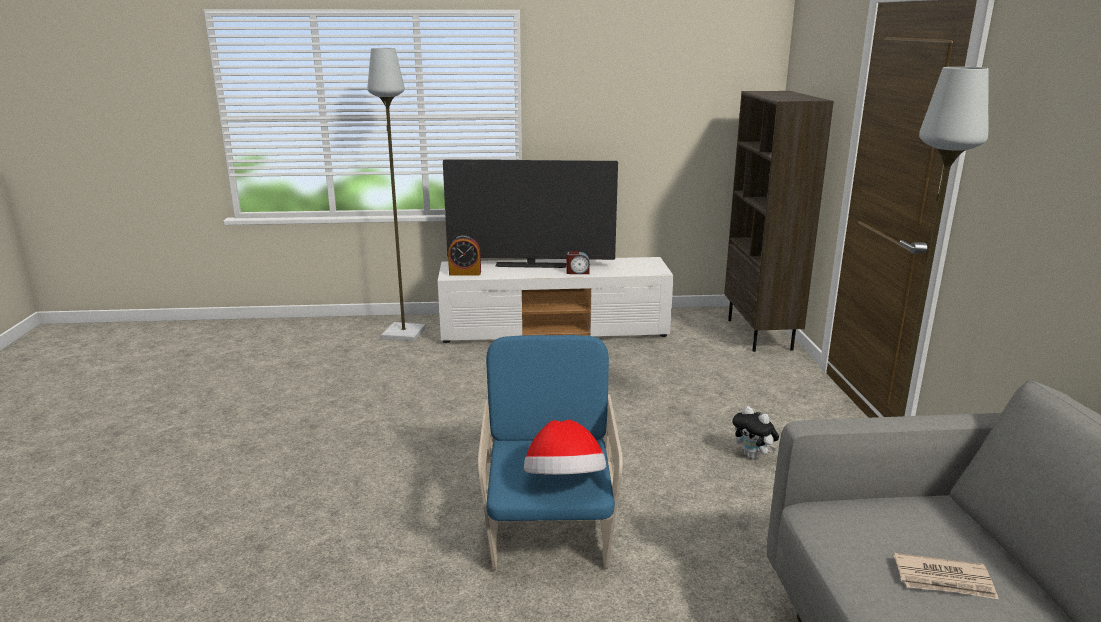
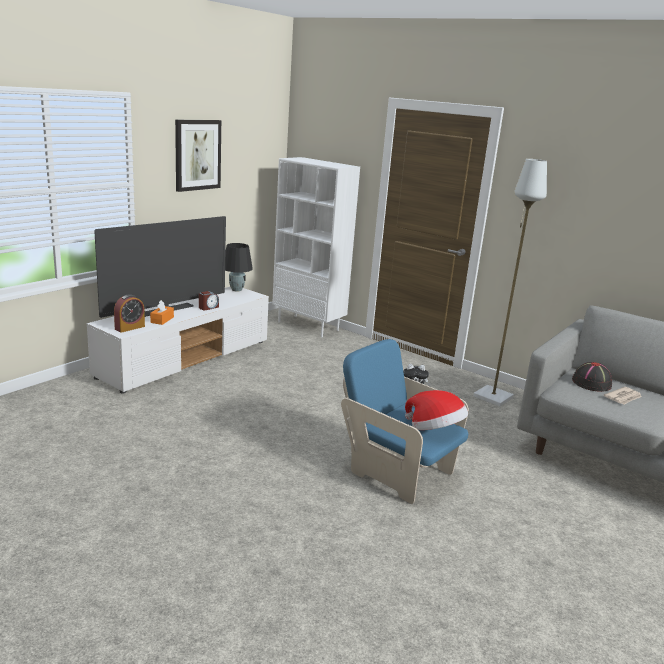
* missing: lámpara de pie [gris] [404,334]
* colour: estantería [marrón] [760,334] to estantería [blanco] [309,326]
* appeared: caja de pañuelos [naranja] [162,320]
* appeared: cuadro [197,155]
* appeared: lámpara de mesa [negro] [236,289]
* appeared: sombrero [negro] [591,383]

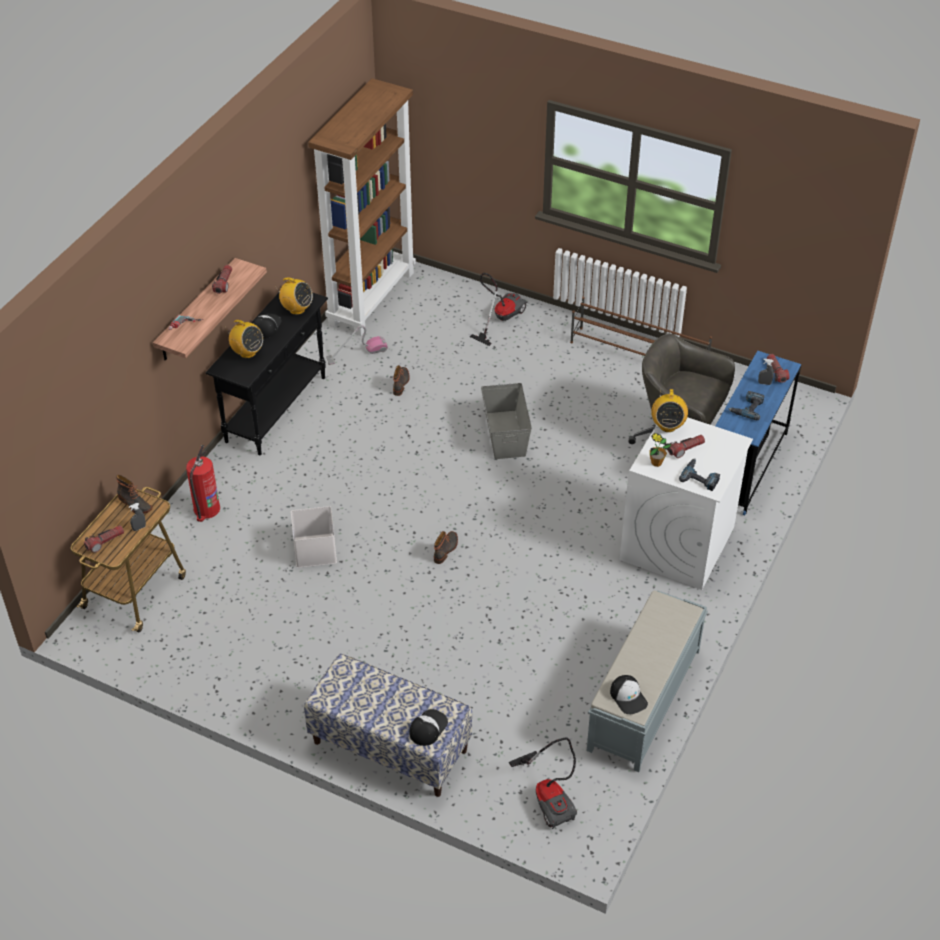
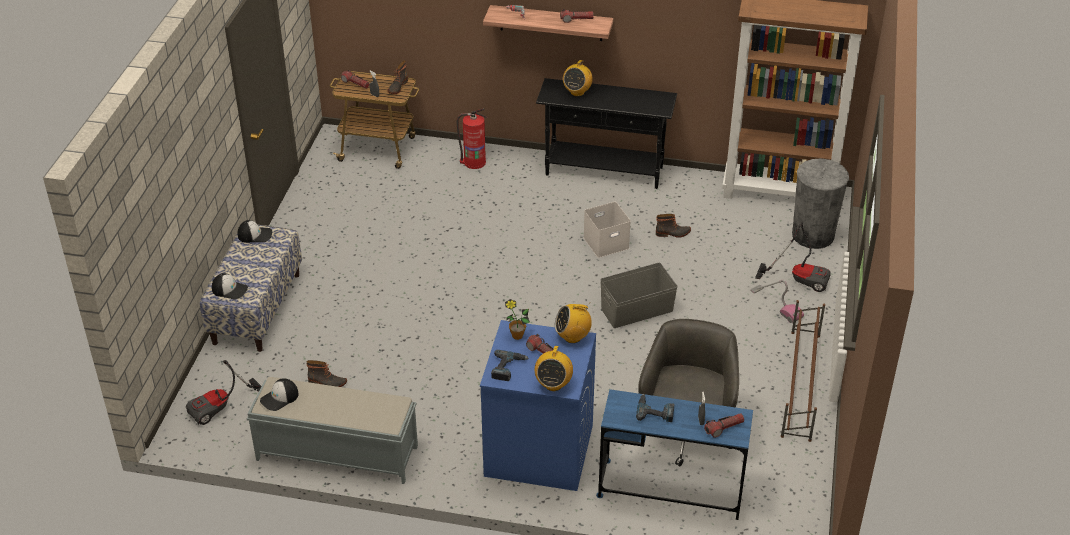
* relocated: gorra [266,326] to [255,235]
* relocated: radio [296,309] to [553,384]
* relocated: caja de almacenaje [blanco] [314,549] to [606,242]
* relocated: aspiradora [357,353] to [776,305]
* relocated: bota [446,549] to [327,383]
* colour: lavadora [blanco] [677,544] to lavadora [azul] [538,451]
* appeared: papelera [gris] [813,235]

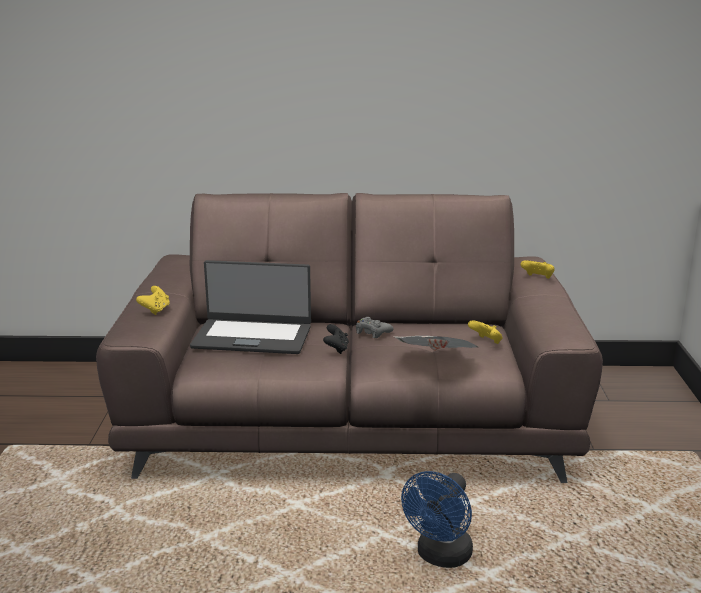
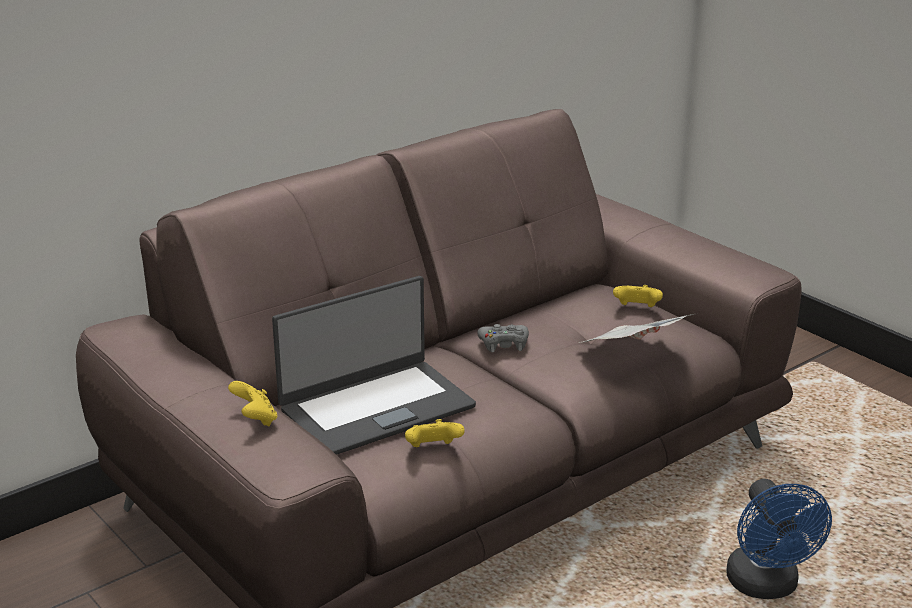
* missing: mando de consola [negro] [336,349]
* relocated: mando de consola [amarillo] [537,278] to [433,449]

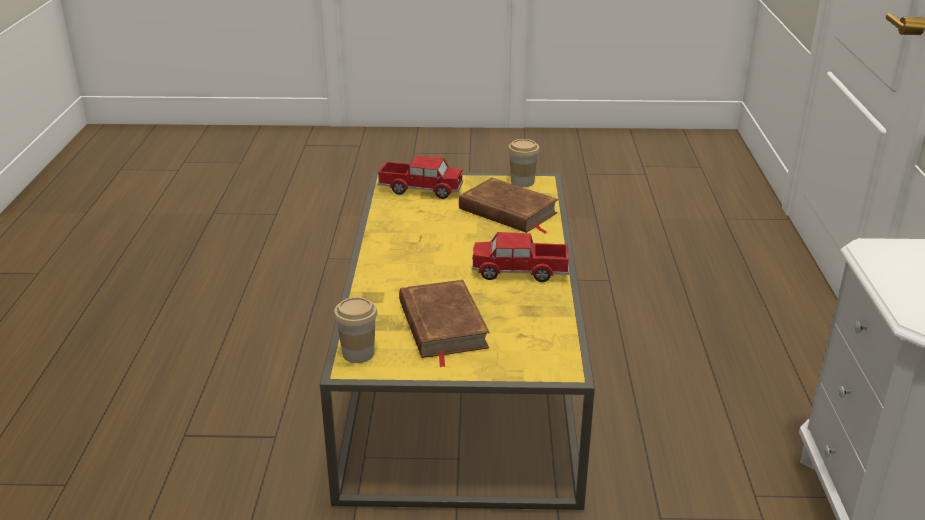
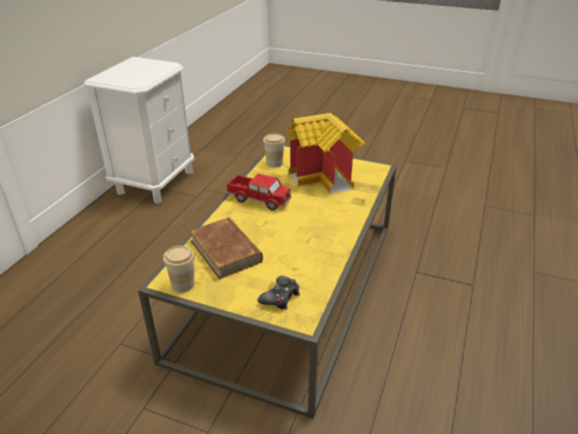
* relocated: taza [358,353] to [274,163]
* exchanged: camión de juguete [421,189] to mando de consola [negro] [280,297]
* exchanged: libro [marrón] [442,325] to casita [325,177]

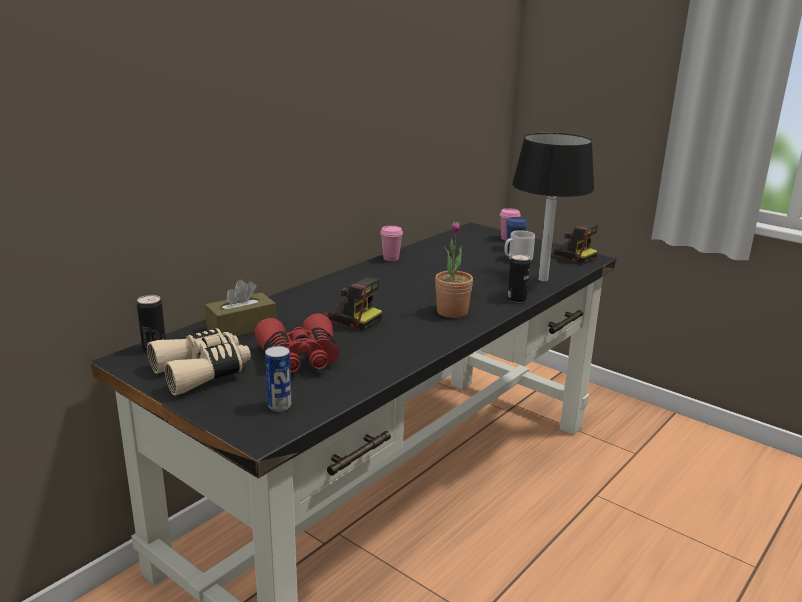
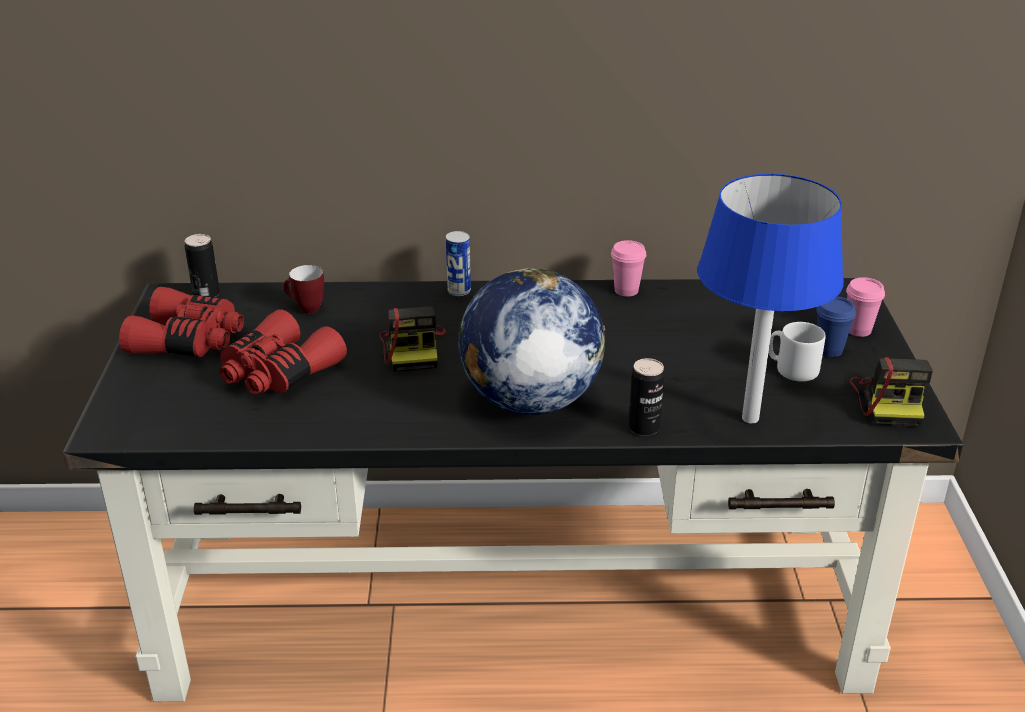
* colour: prismáticos [beis] [202,372] to prismáticos [rojo] [189,341]
* exchanged: caja de pañuelos [marrón] [242,328] to taza grande [305,309]
* relocated: lata [279,406] to [459,291]
* exchanged: planta en maceta [452,312] to globo terráqueo [529,401]
* colour: lámpara de mesa [negro] [543,279] to lámpara de mesa [azul] [750,419]

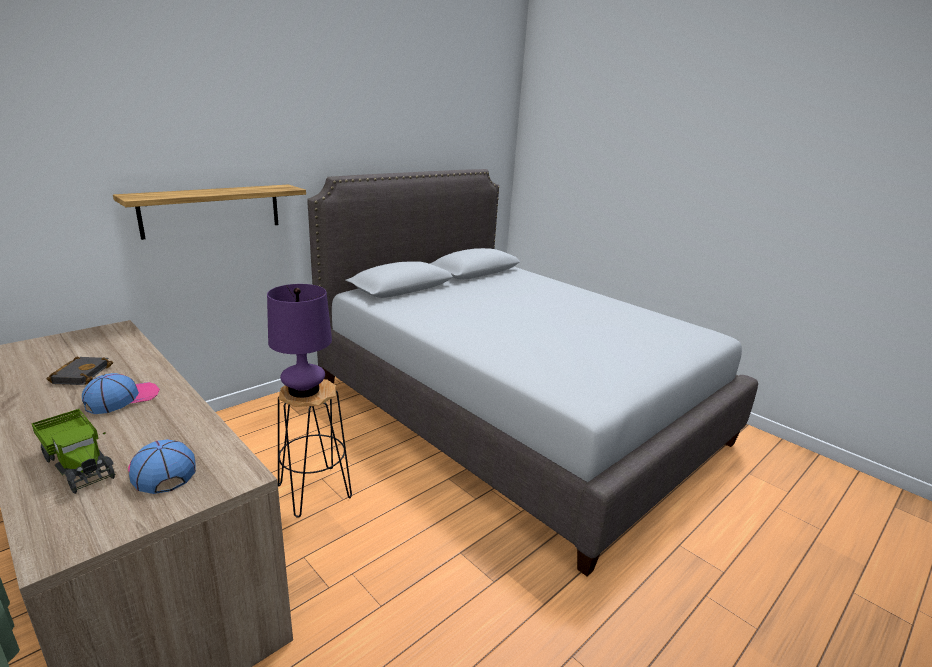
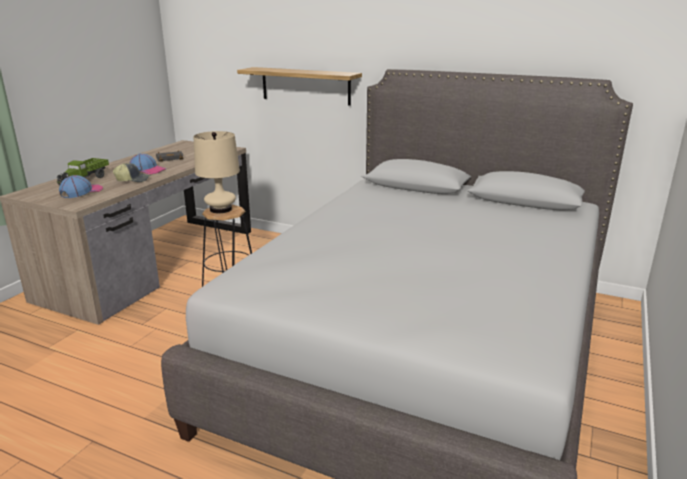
* colour: lámpara de mesa [morado] [304,390] to lámpara de mesa [beis] [220,209]
* appeared: gorra [133,180]

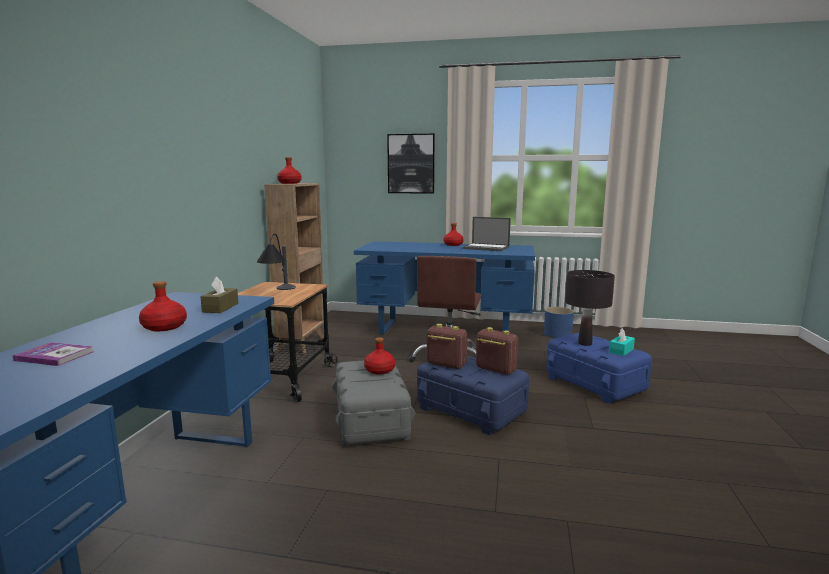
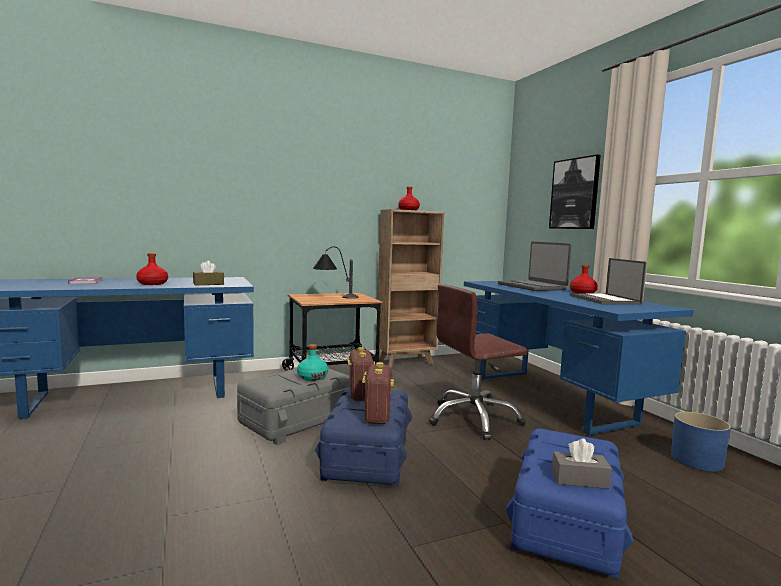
* colour: botella [rojo] [379,370] to botella [turquesa] [312,377]
* missing: lámpara de mesa [negro] [584,343]
* colour: caja de pañuelos [turquesa] [621,351] to caja de pañuelos [gris] [579,479]
* appeared: portátil [532,287]

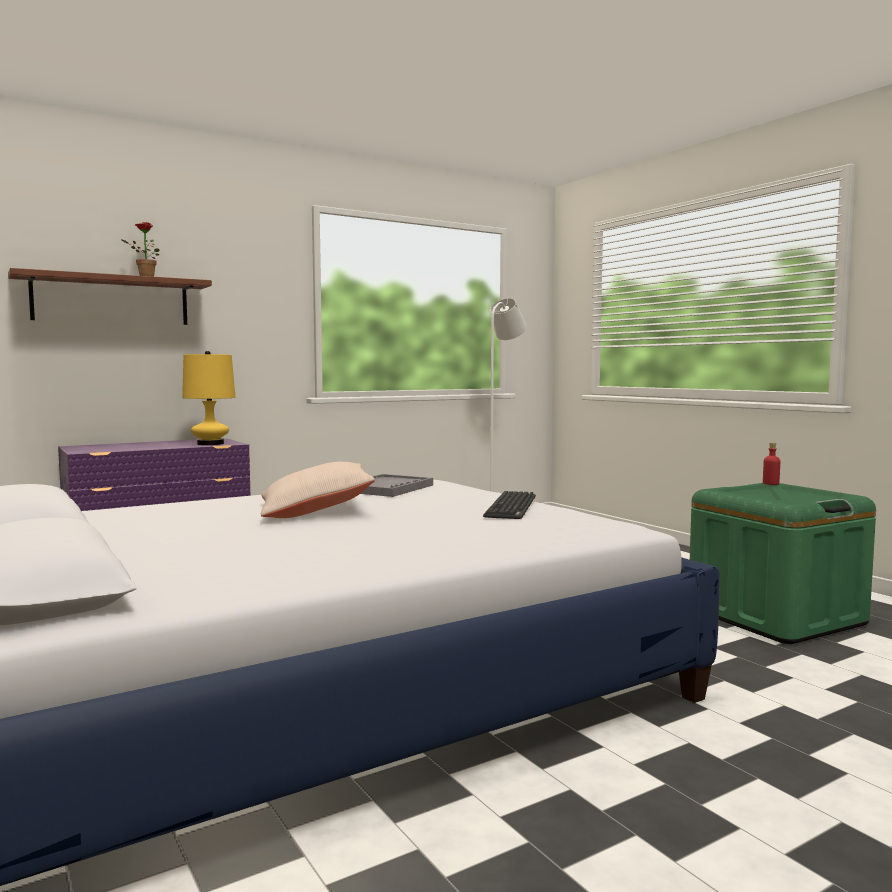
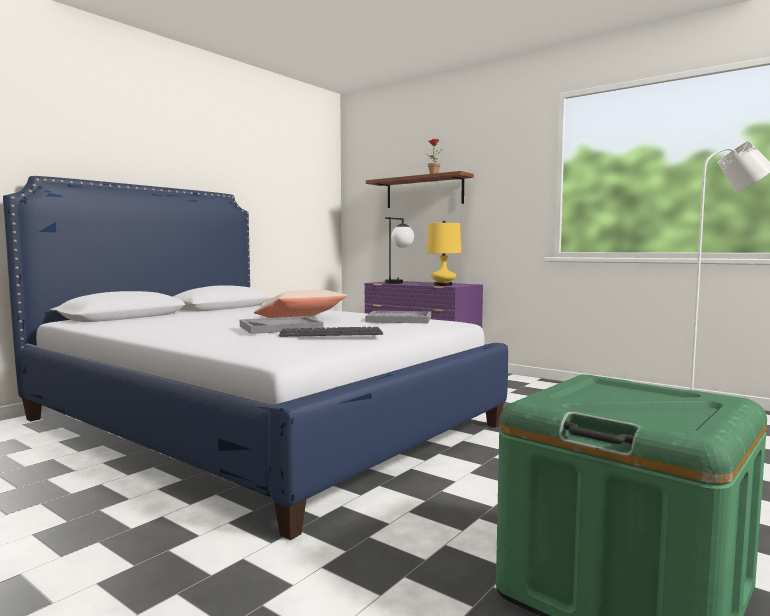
* missing: botella [rojo] [770,483]
* appeared: bandeja [gris] [281,327]
* appeared: lámpara de mesa [398,282]

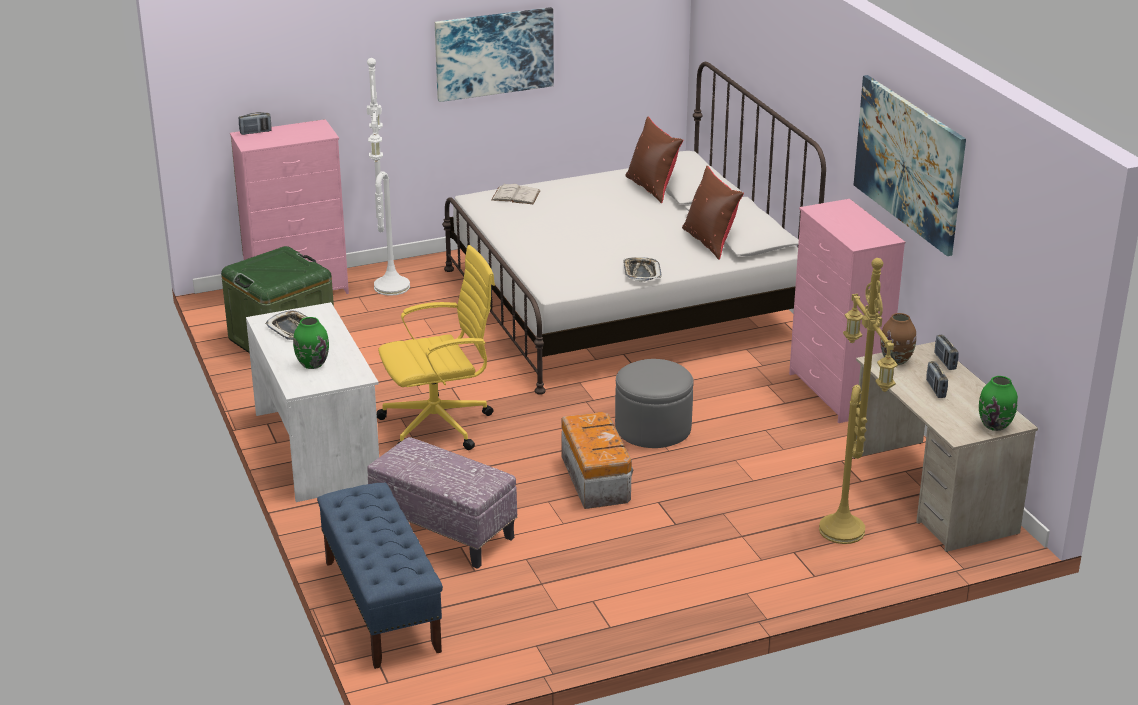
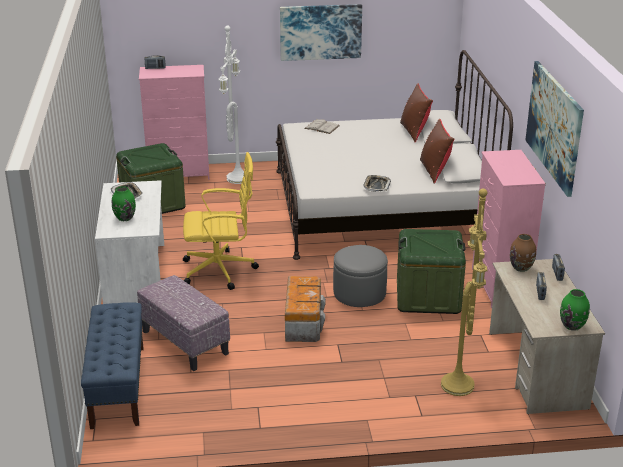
* appeared: caja de almacenaje [verde] [428,296]

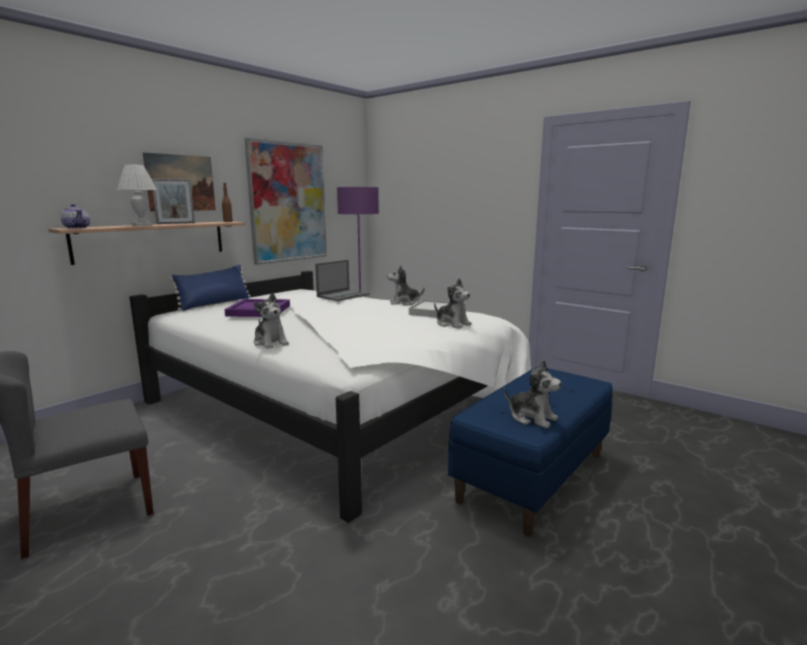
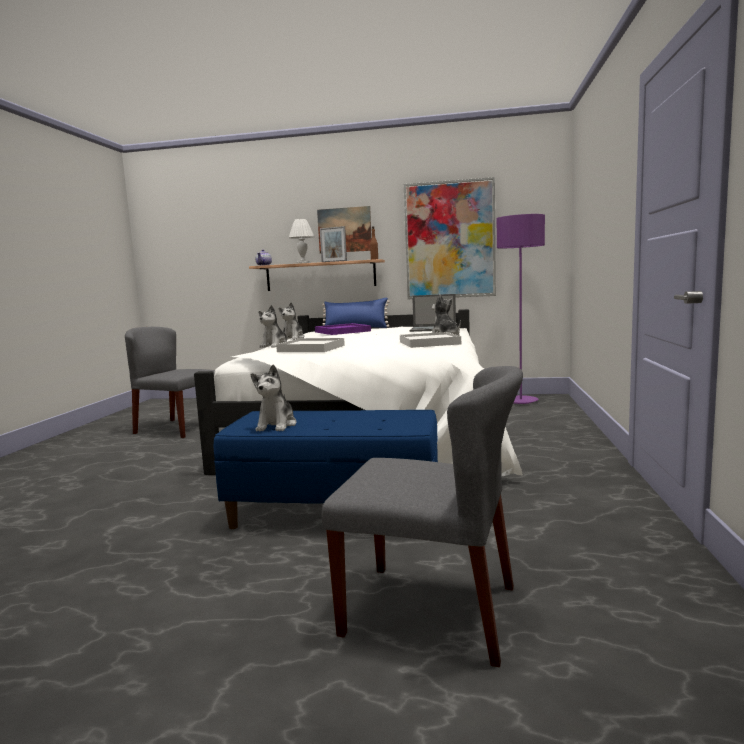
* relocated: peluche [452,324] to [293,338]
* appeared: bandeja [blanco] [311,348]
* appeared: silla [gris] [432,610]

